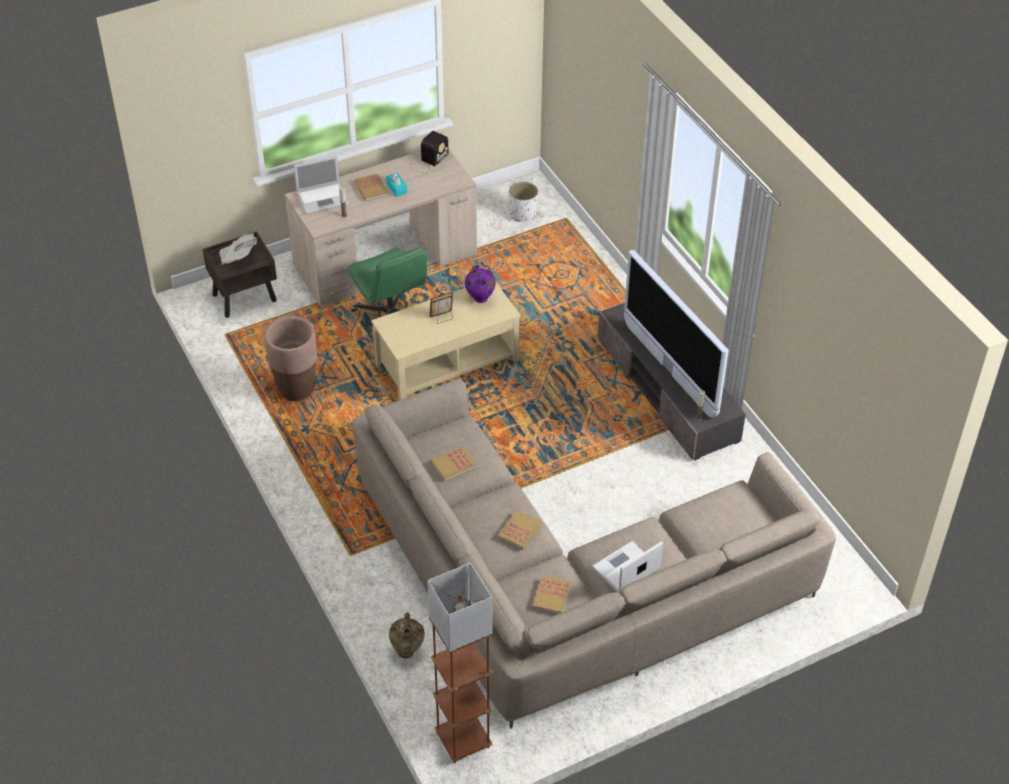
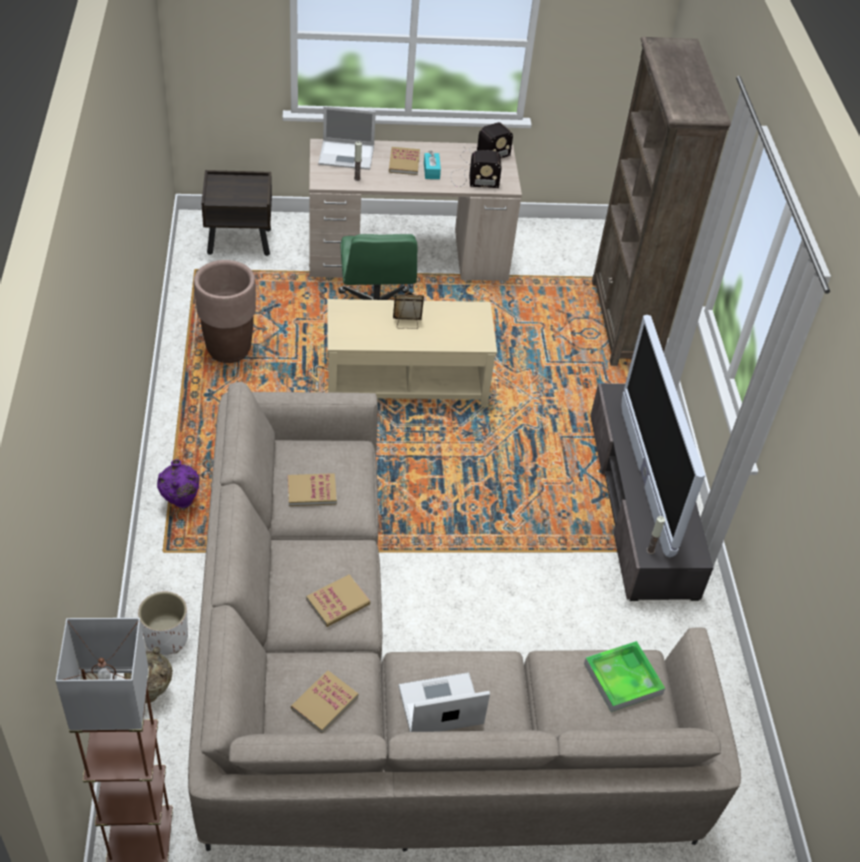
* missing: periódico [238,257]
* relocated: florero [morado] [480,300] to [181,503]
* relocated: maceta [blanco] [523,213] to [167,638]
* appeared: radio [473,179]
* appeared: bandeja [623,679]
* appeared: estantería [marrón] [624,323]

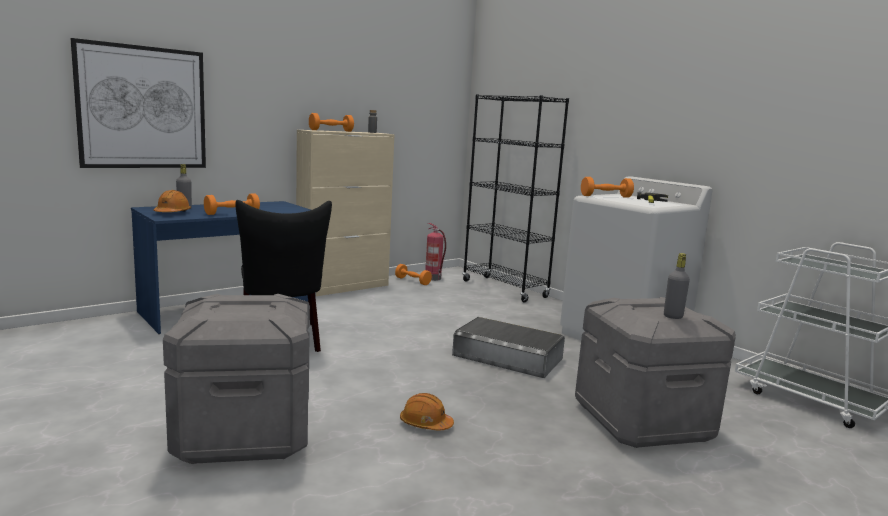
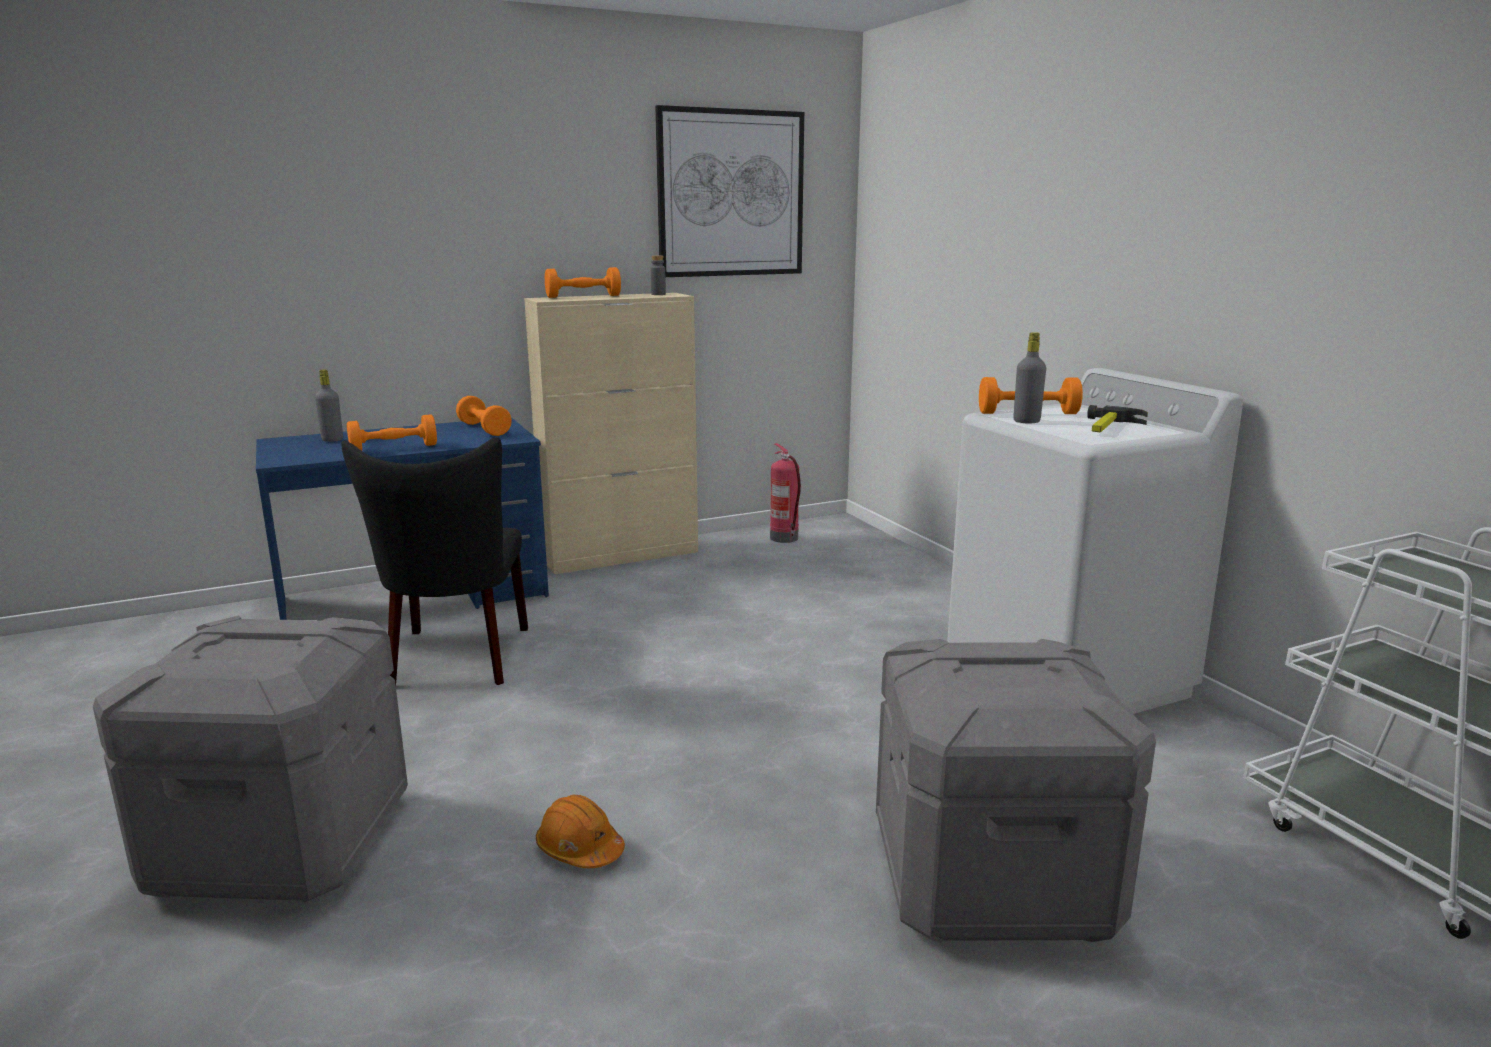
* relocated: cuadro [142,107] to [731,194]
* missing: casco [naranja] [172,213]
* relocated: mancuerna [naranja] [412,281] to [484,429]
* missing: caja de almacenaje [gris] [507,357]
* missing: estantería [negro] [504,289]
* relocated: botella [gris] [673,316] to [1026,421]

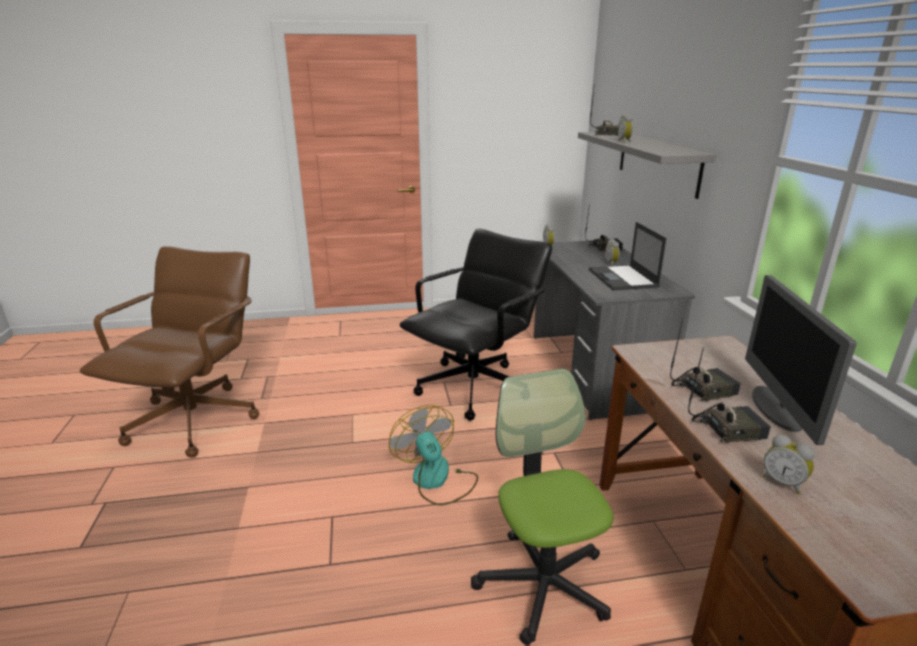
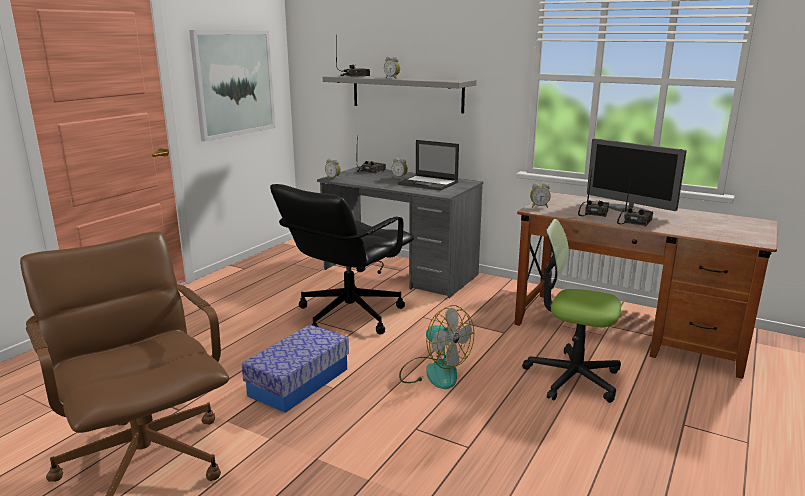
* spun: ventilador [436,480] = [434,372] 150 degrees counterclockwise
* spun: silla de oficina [negro] [475,388] = [348,315] 135 degrees counterclockwise
* relocated: despertador [783,482] to [539,207]
* appeared: cuadro [234,83]
* appeared: caja de almacenaje [299,382]

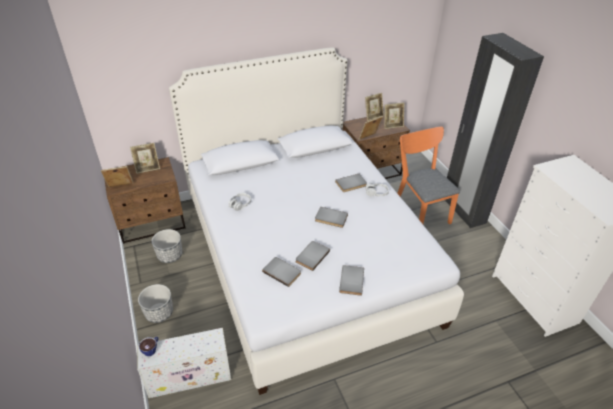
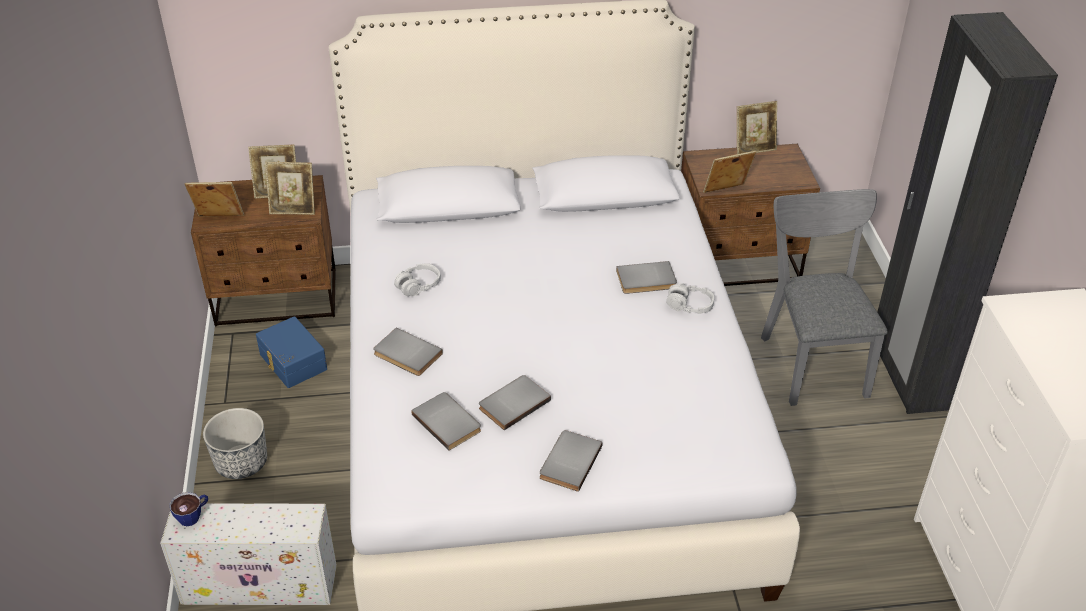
* exchanged: maceta [170,255] to caja de almacenaje [azul] [292,362]
* relocated: libro [gris] [331,219] to [406,355]
* relocated: portarretratos [392,125] to [293,209]
* colour: silla [naranja] [419,210] to silla [gris] [811,359]

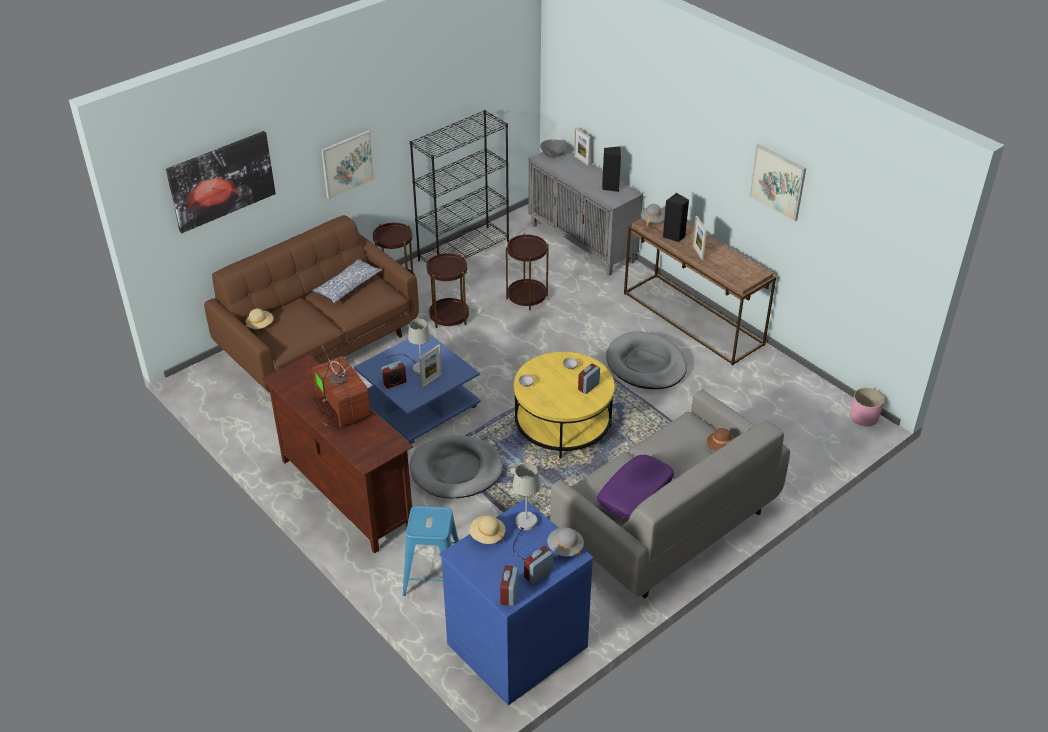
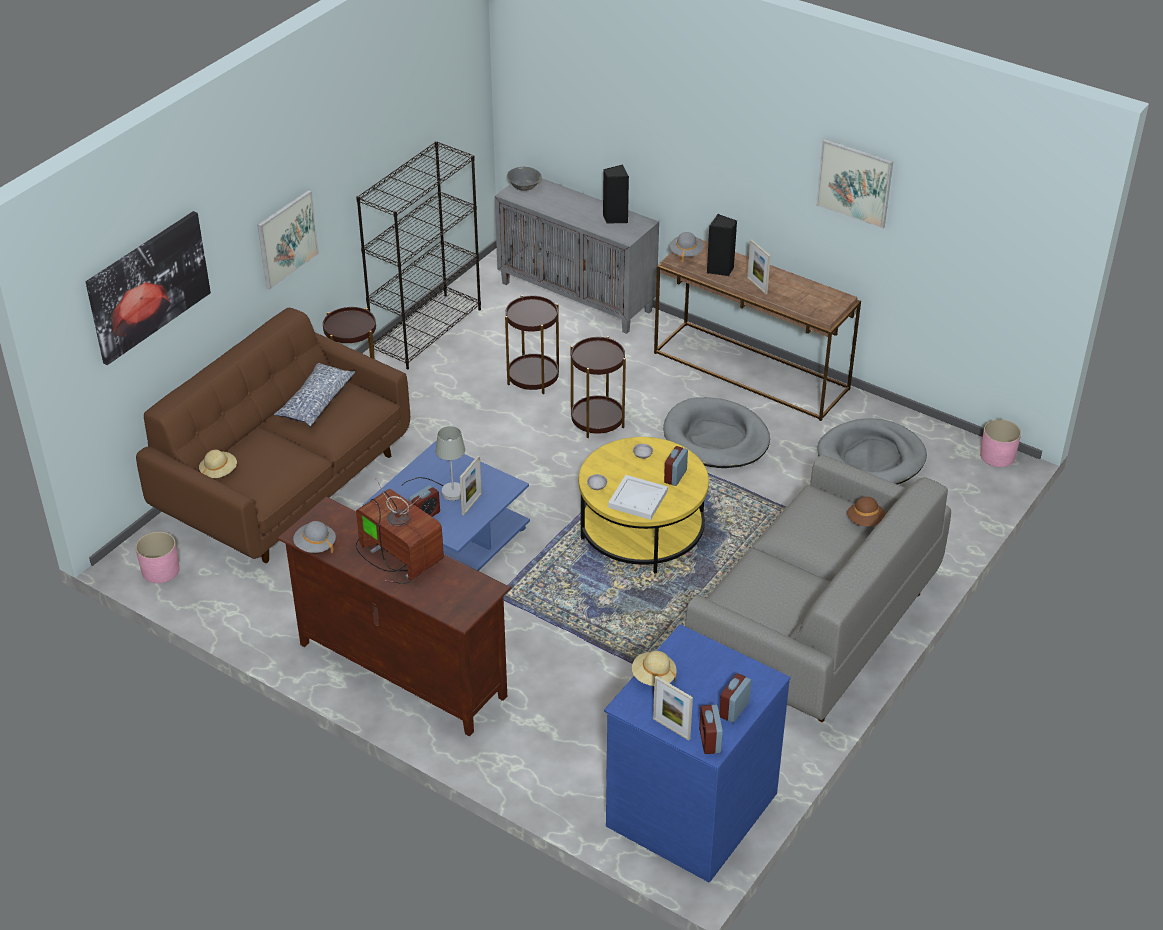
* missing: taburete [azul] [433,576]
* relocated: cama para perro [gris] [456,470] to [871,458]
* relocated: mesa auxiliar [marrón] [449,317] to [597,421]
* missing: lámpara de mesa [gris] [524,527]
* relocated: sombrero [gris] [565,548] to [315,545]
* relocated: portarretratos [581,160] to [671,729]
* missing: cojín [morado] [635,493]
* appeared: maceta [rosa] [160,570]
* appeared: bandeja [blanco] [638,500]

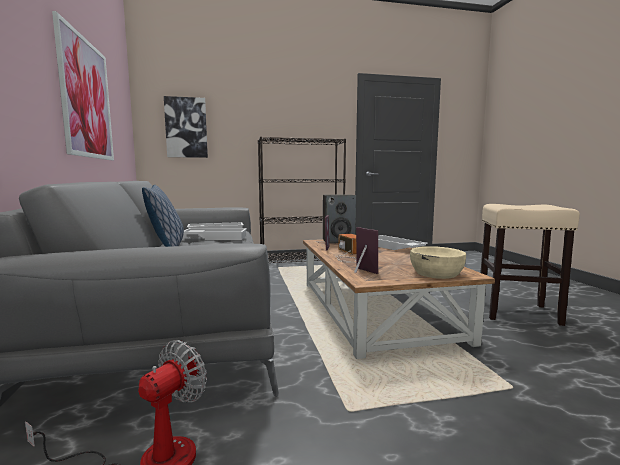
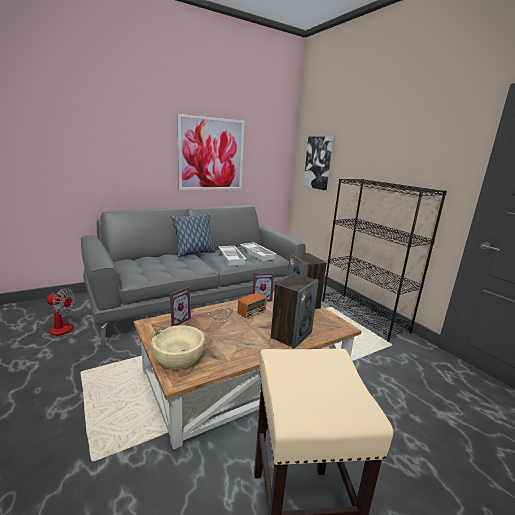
* exchanged: bandeja [blanco] [394,247] to altavoz [291,335]

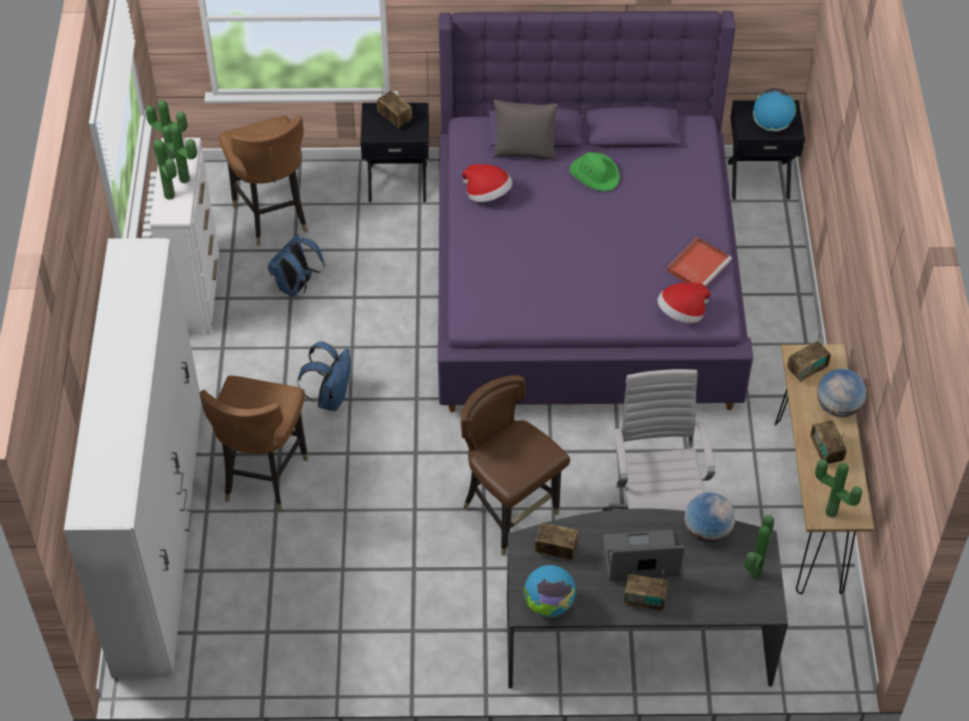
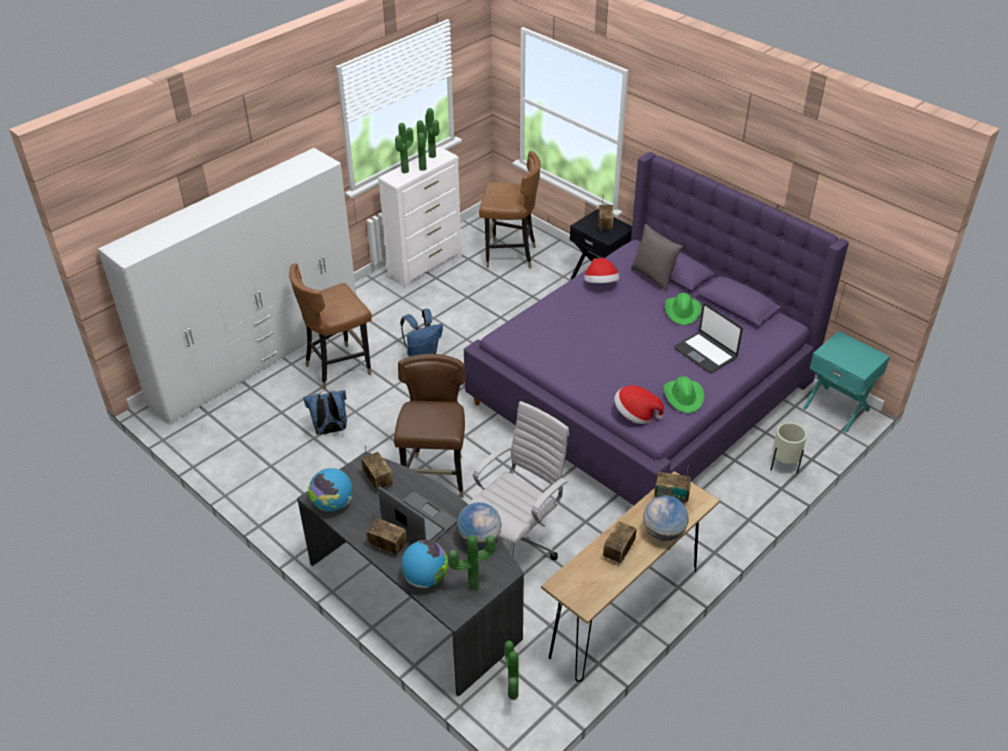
* spun: silla [marrón] [272,216] = [509,256] 105 degrees counterclockwise
* relocated: mochila [azul] [296,287] to [330,430]
* spun: radio [644,600] = [387,545] 150 degrees clockwise
* exchanged: bandeja [rojo] [698,265] to sombrero [verde] [684,397]
* colour: mesita de noche [negro] [758,179] to mesita de noche [turquesa] [836,408]
* relocated: globo terráqueo [772,125] to [425,578]
* relocated: planta en maceta [830,514] to [511,696]
* appeared: portátil [705,353]
* appeared: maceta [beis] [783,466]

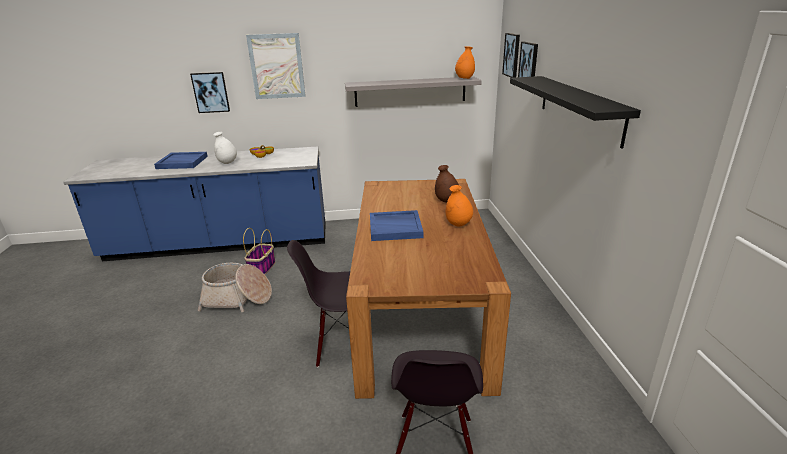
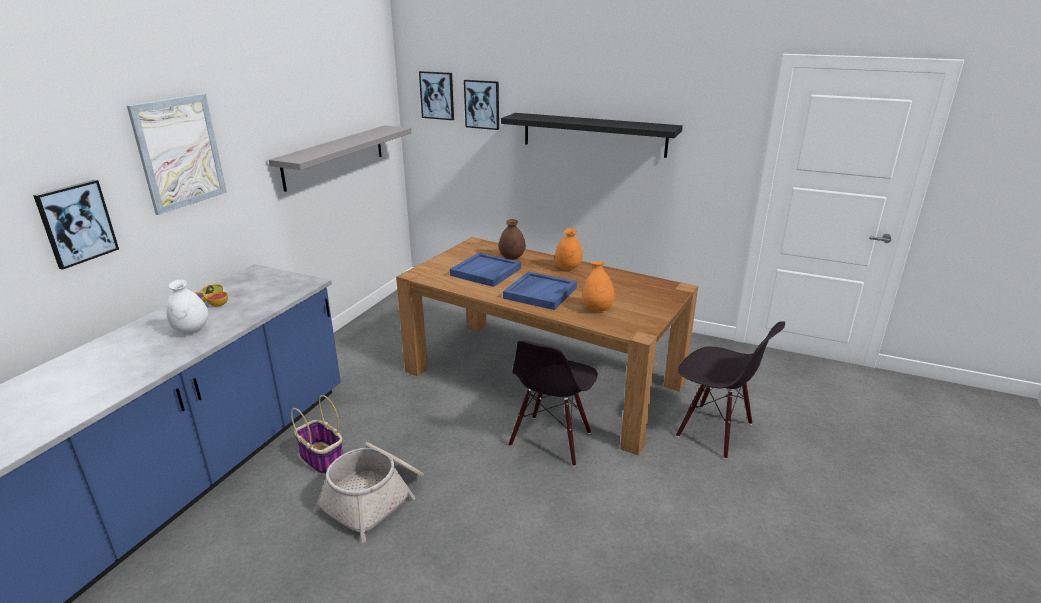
* relocated: bandeja [azul] [182,162] to [486,272]
* relocated: florero [naranja] [464,78] to [597,309]

